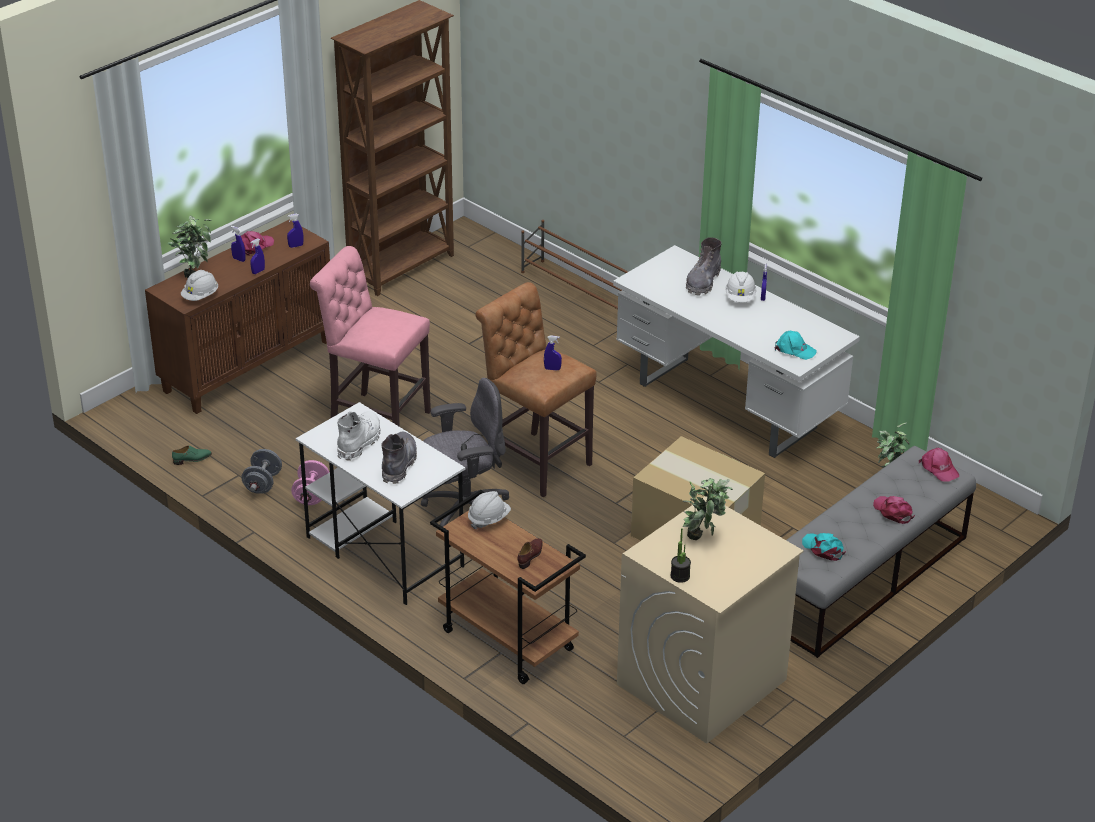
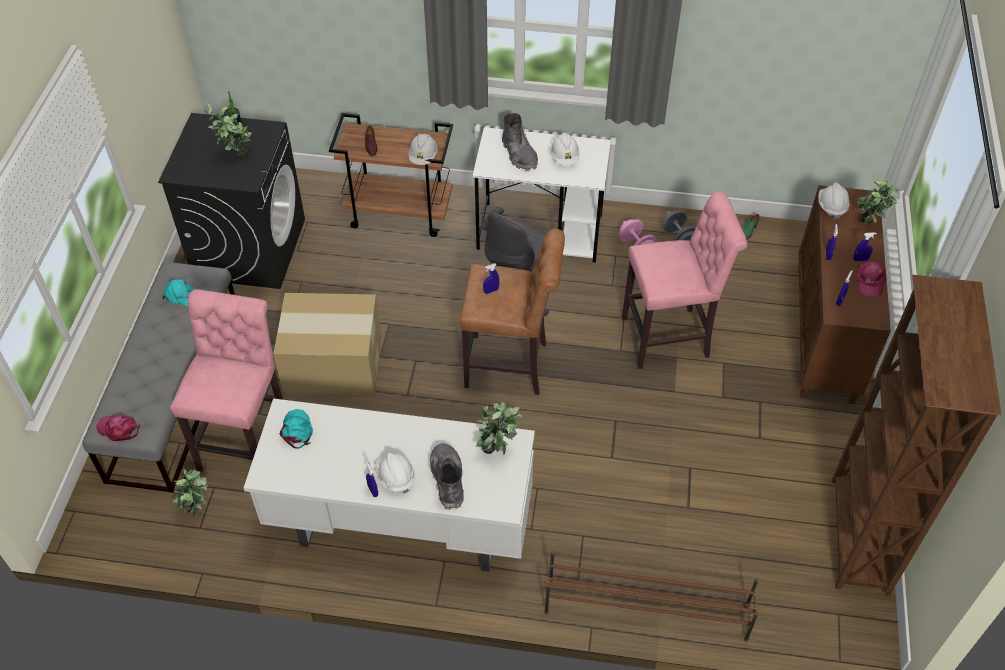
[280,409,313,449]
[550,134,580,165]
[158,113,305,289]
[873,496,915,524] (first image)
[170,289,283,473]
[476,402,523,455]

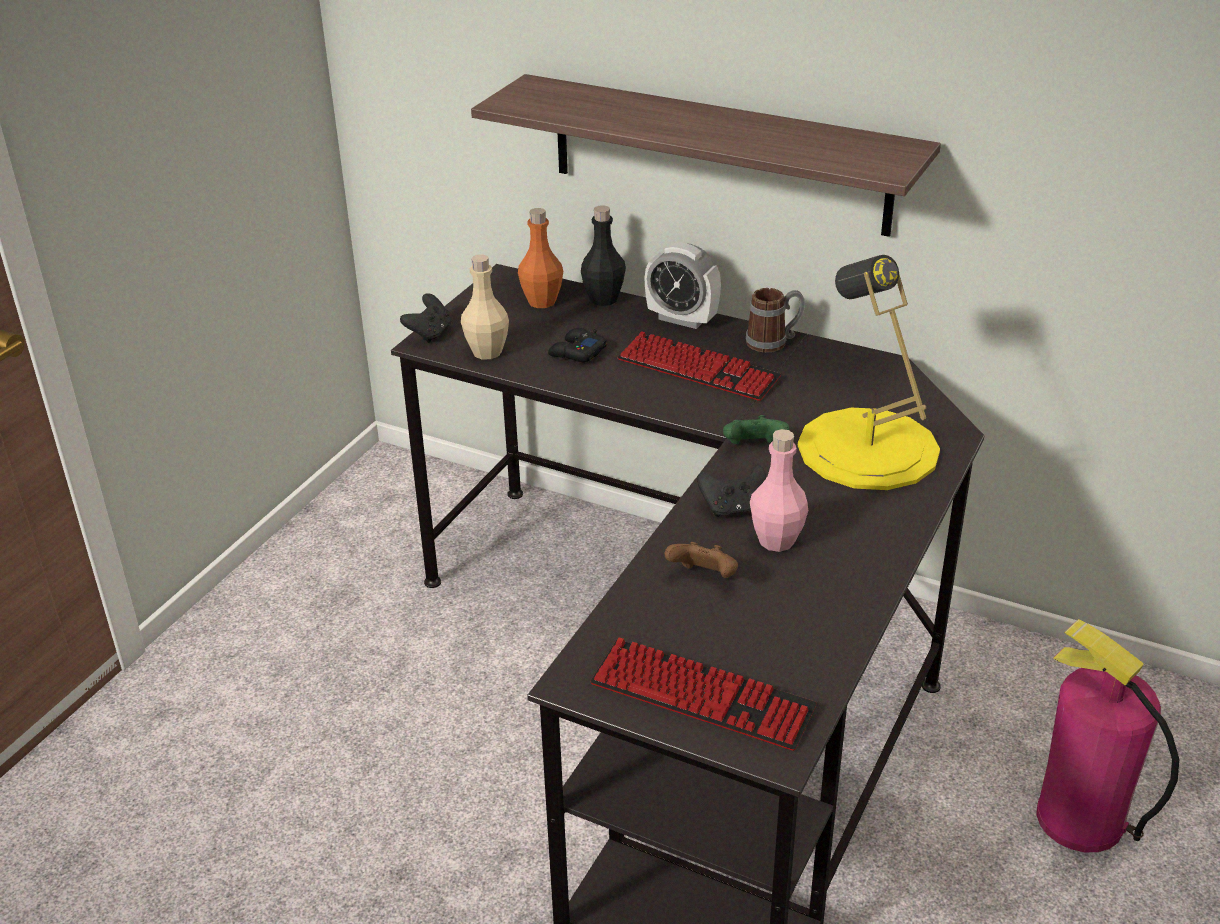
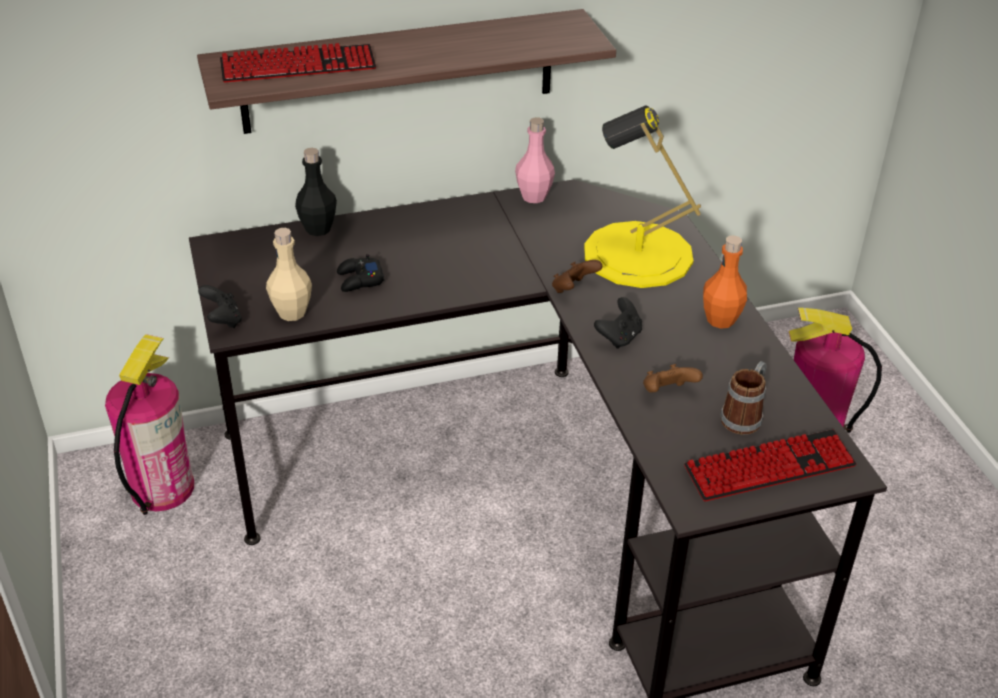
[703,235,747,329]
[645,242,721,329] (first image)
[720,361,767,434]
[220,43,376,83]
[552,260,602,293]
[515,117,555,203]
[105,334,194,515]

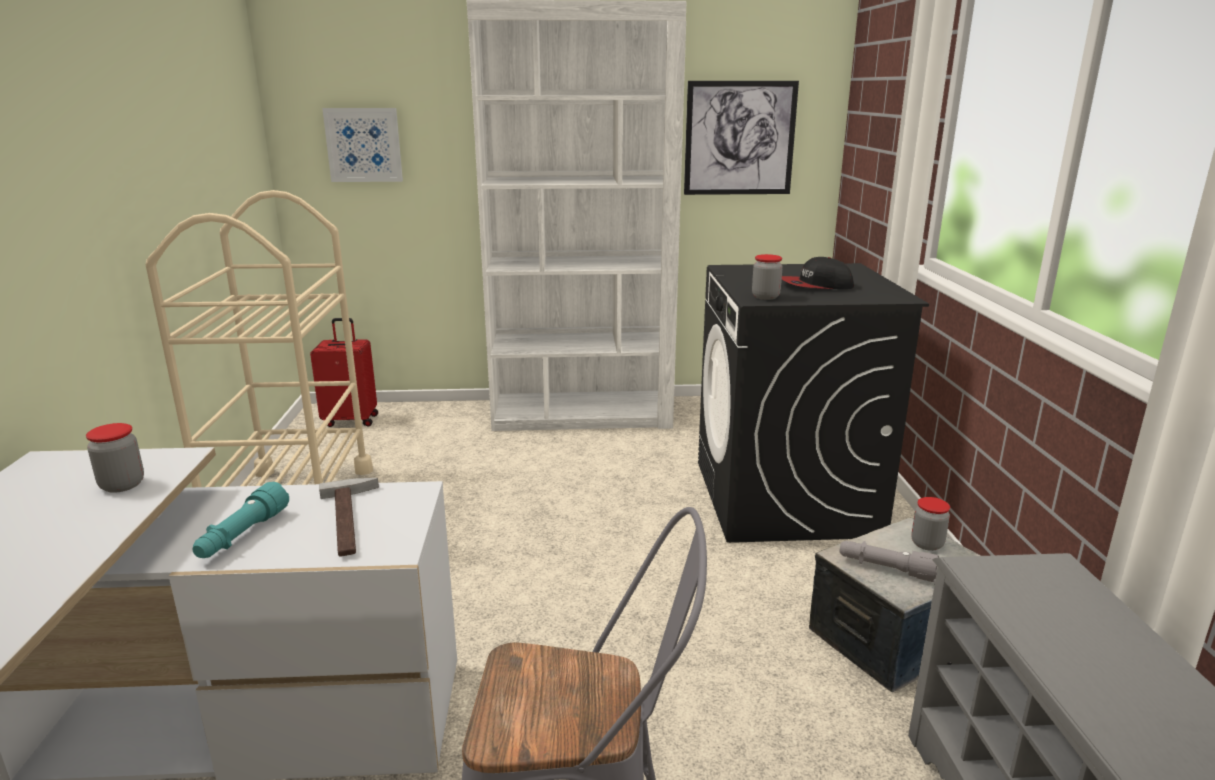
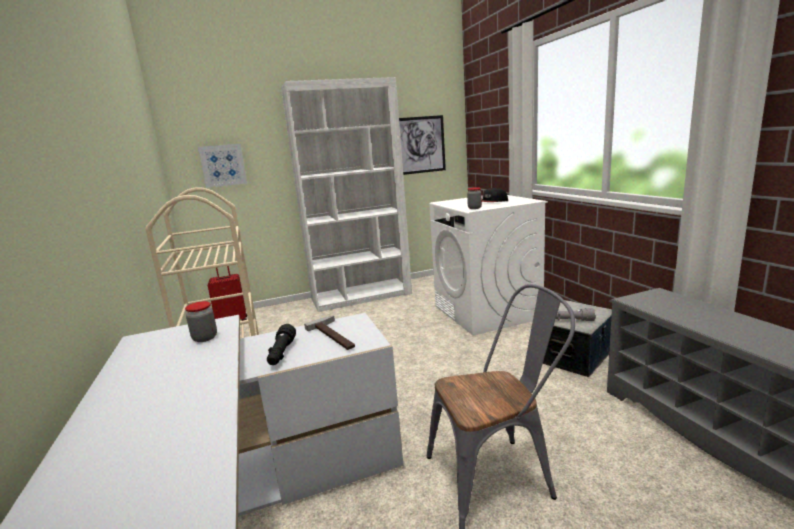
[429,195,548,336]
[267,324,296,365]
[911,497,950,551] (first image)

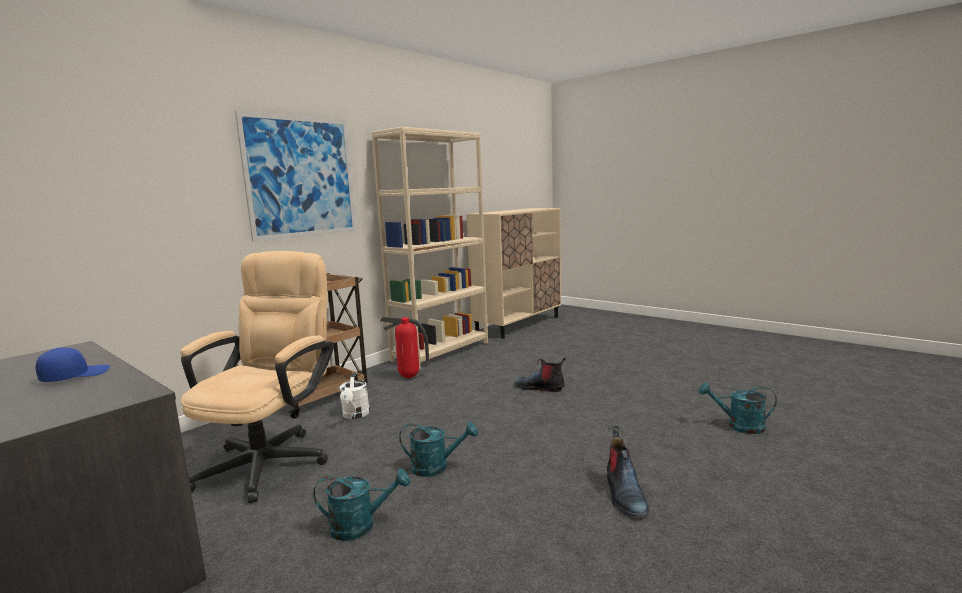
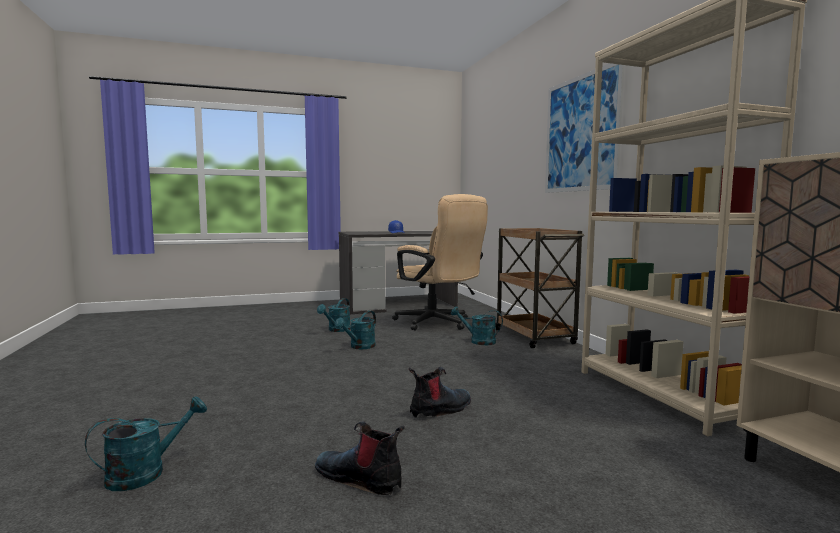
[380,317,430,378] (first image)
[451,307,503,345]
[315,421,405,495]

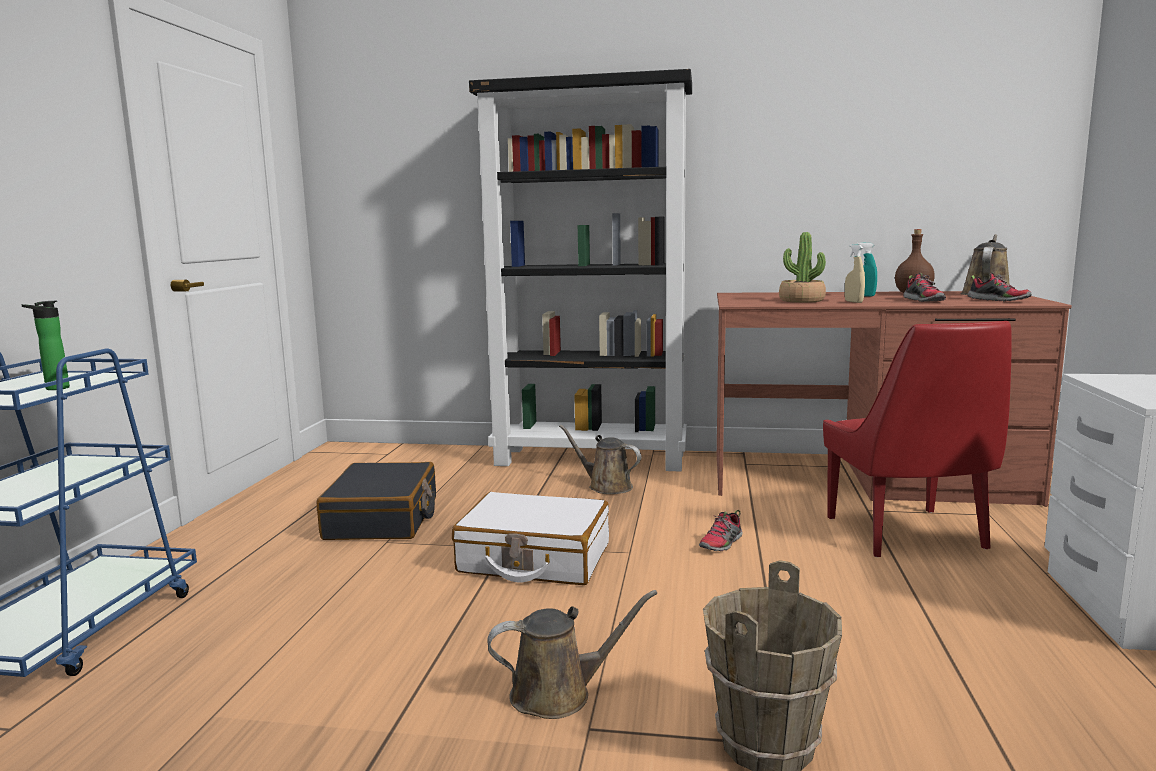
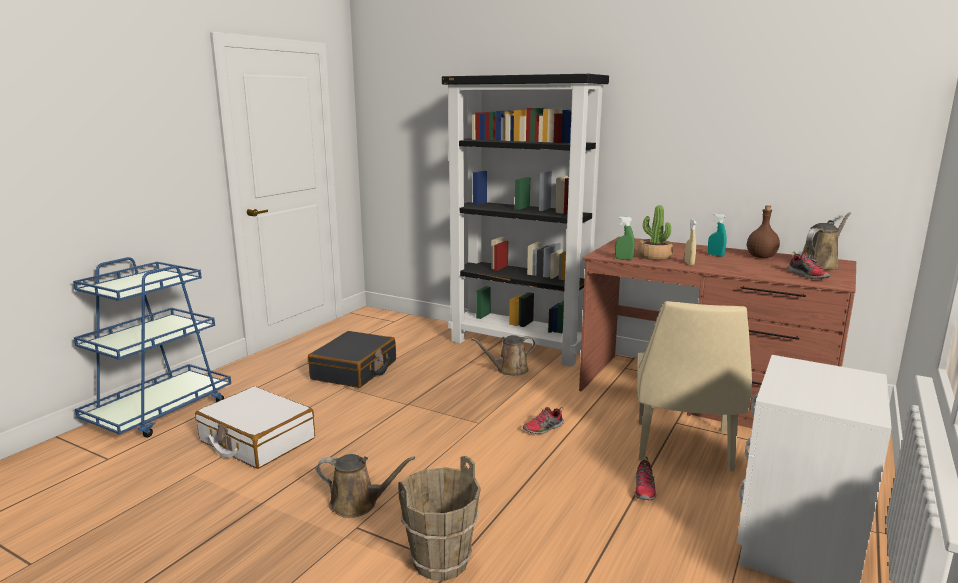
[635,457,656,500]
[21,301,70,390] (first image)
[637,301,752,472]
[471,335,536,375]
[195,386,315,469]
[615,216,635,260]

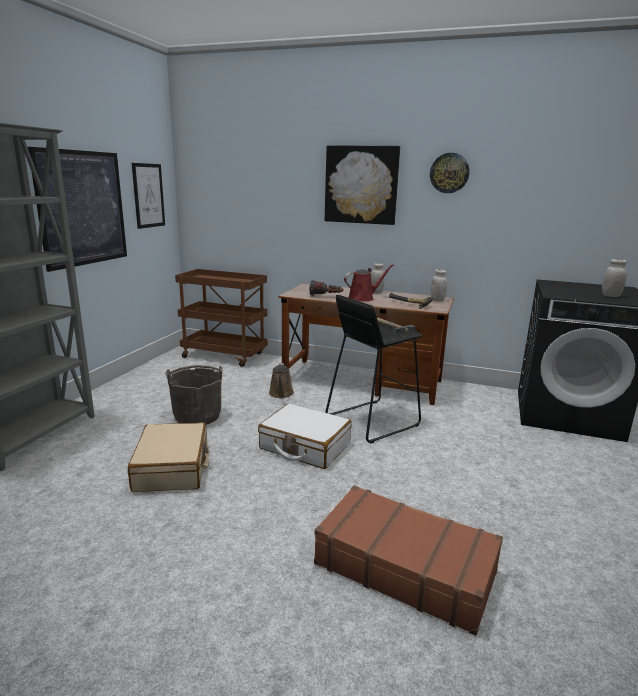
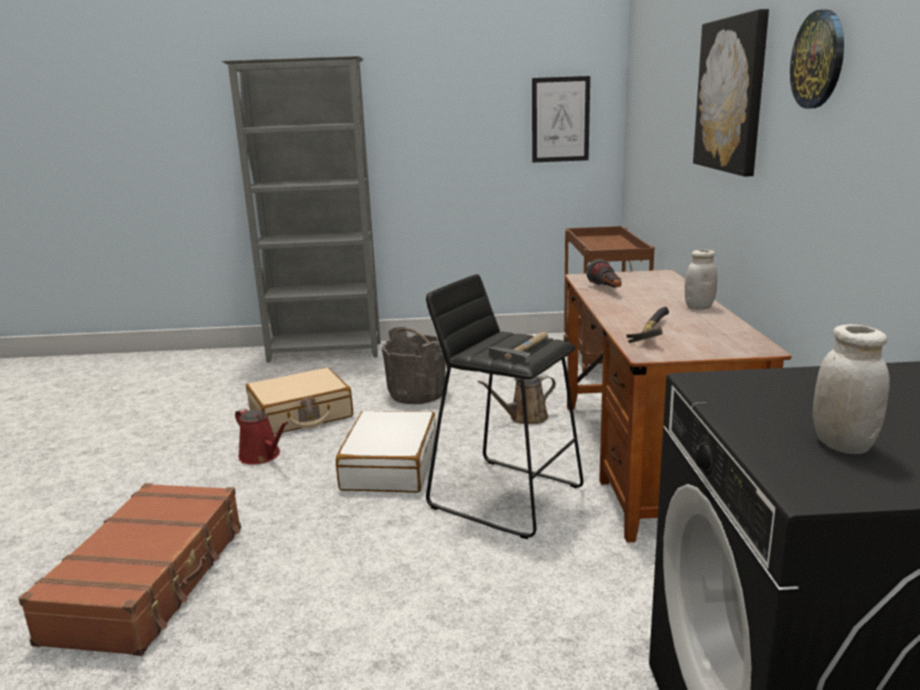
[28,147,127,272] (first image)
[235,408,289,465]
[430,269,447,302] (first image)

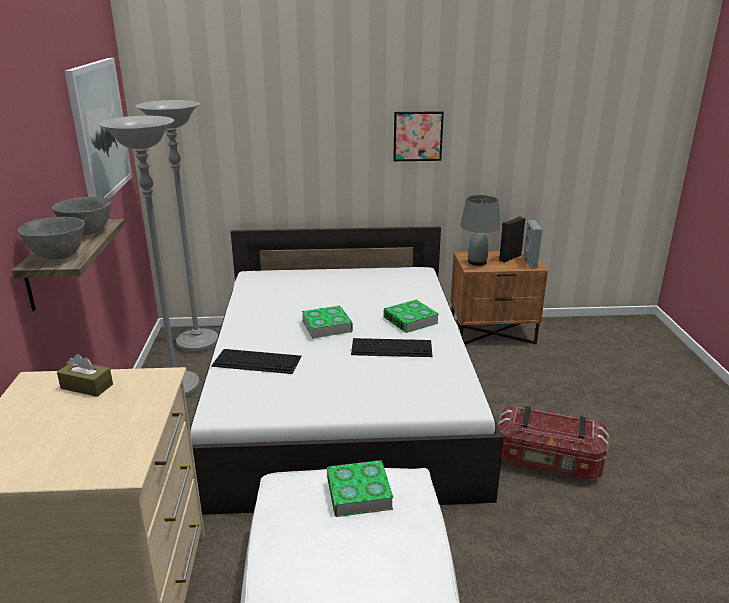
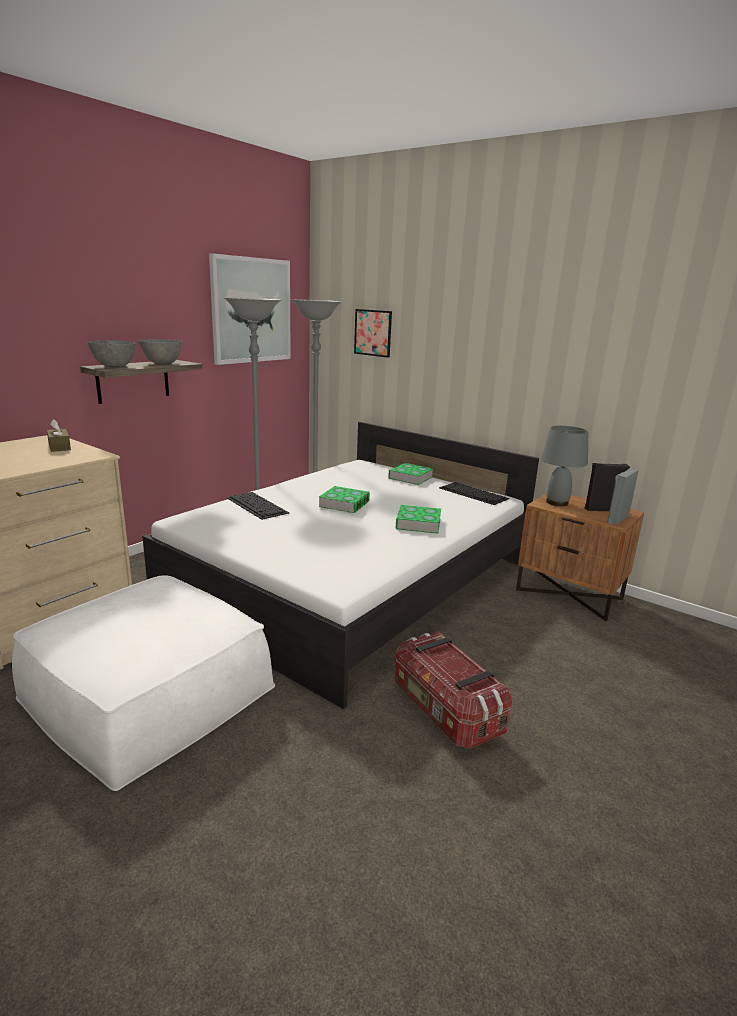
[354,309,392,358]
[439,482,509,505]
[388,463,433,485]

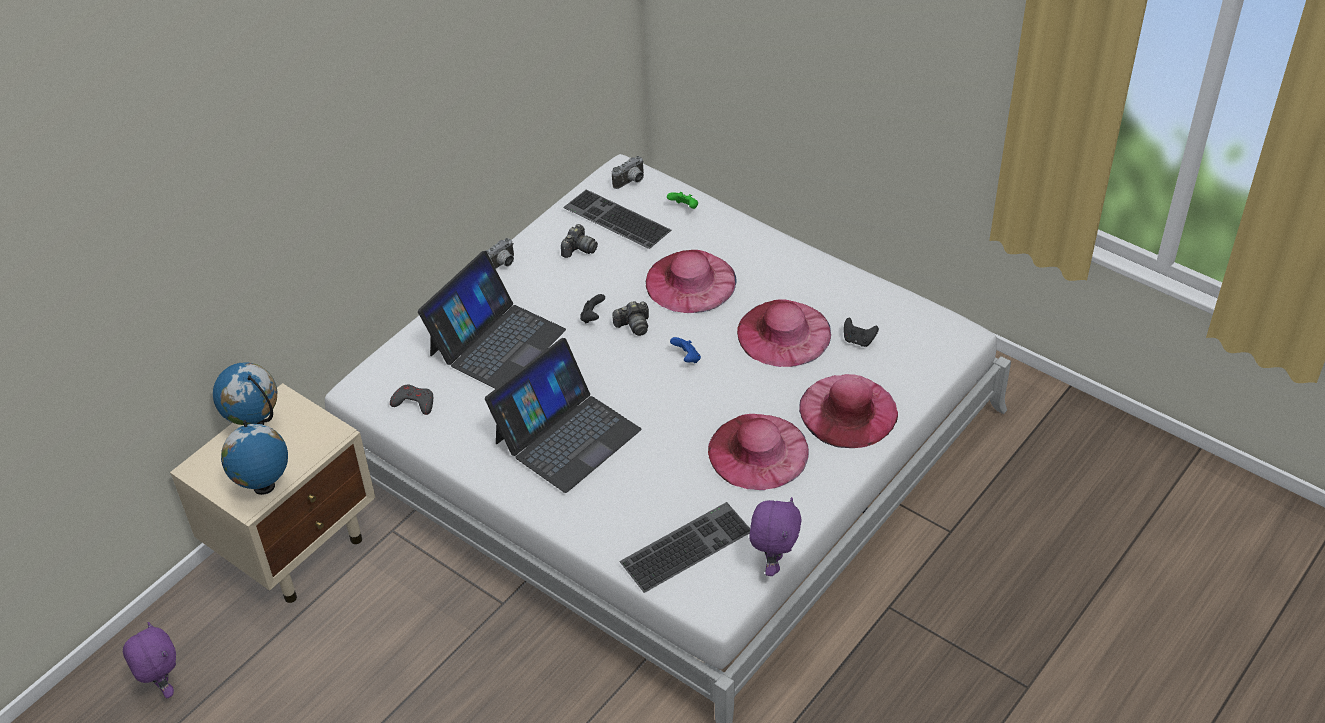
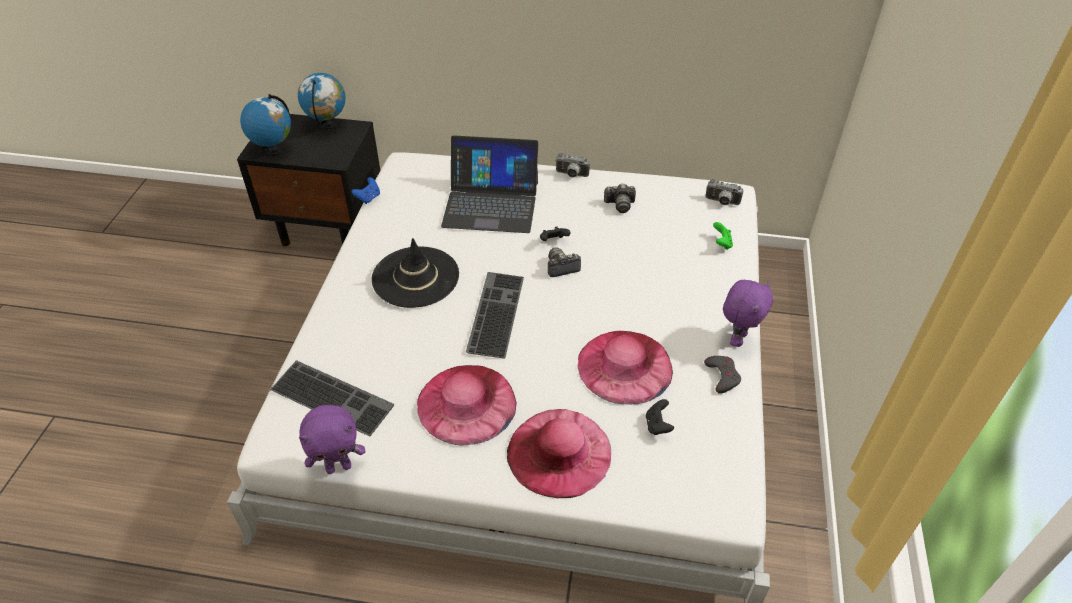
[466,272,524,359]
[646,250,737,313] (first image)
[548,247,581,277]
[352,177,380,204]
[372,238,459,308]
[237,114,380,246]
[704,356,741,394]
[723,280,773,347]

